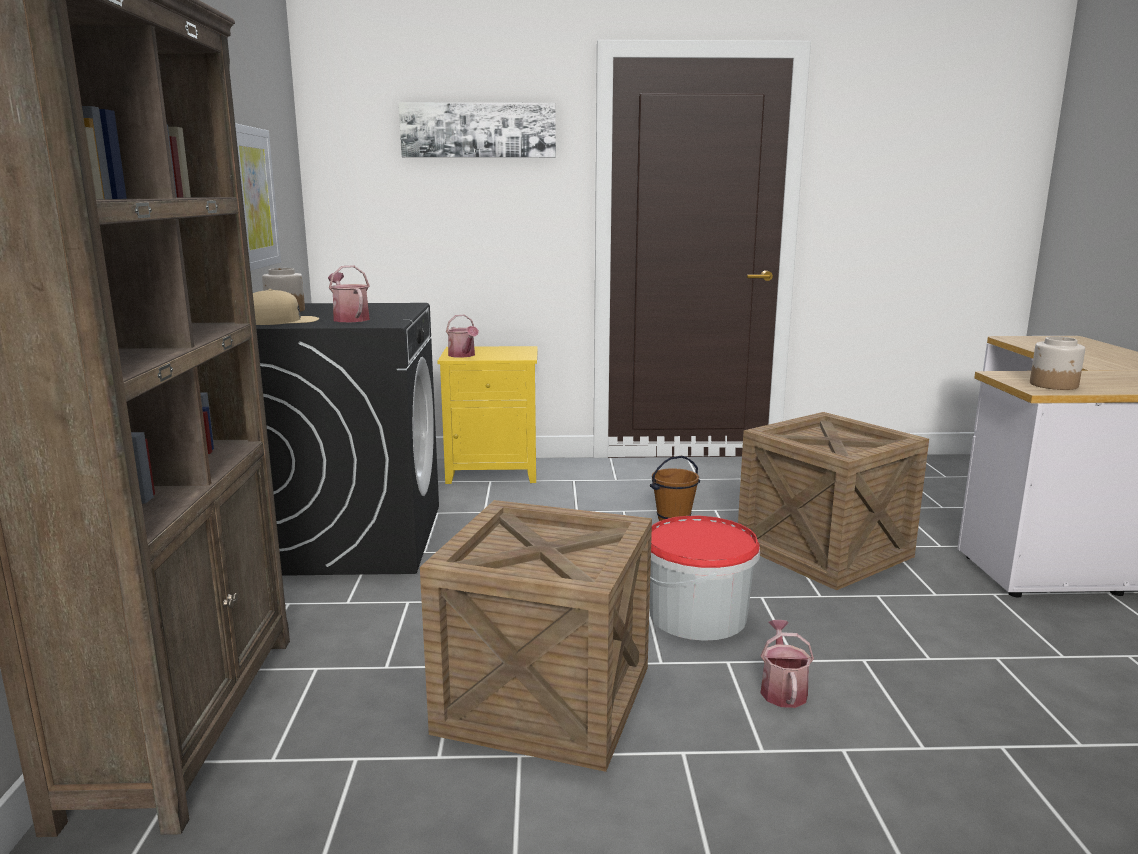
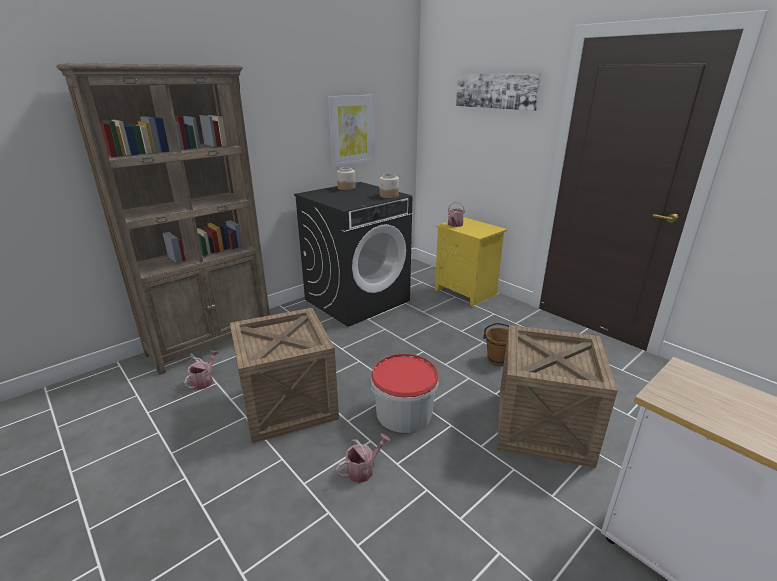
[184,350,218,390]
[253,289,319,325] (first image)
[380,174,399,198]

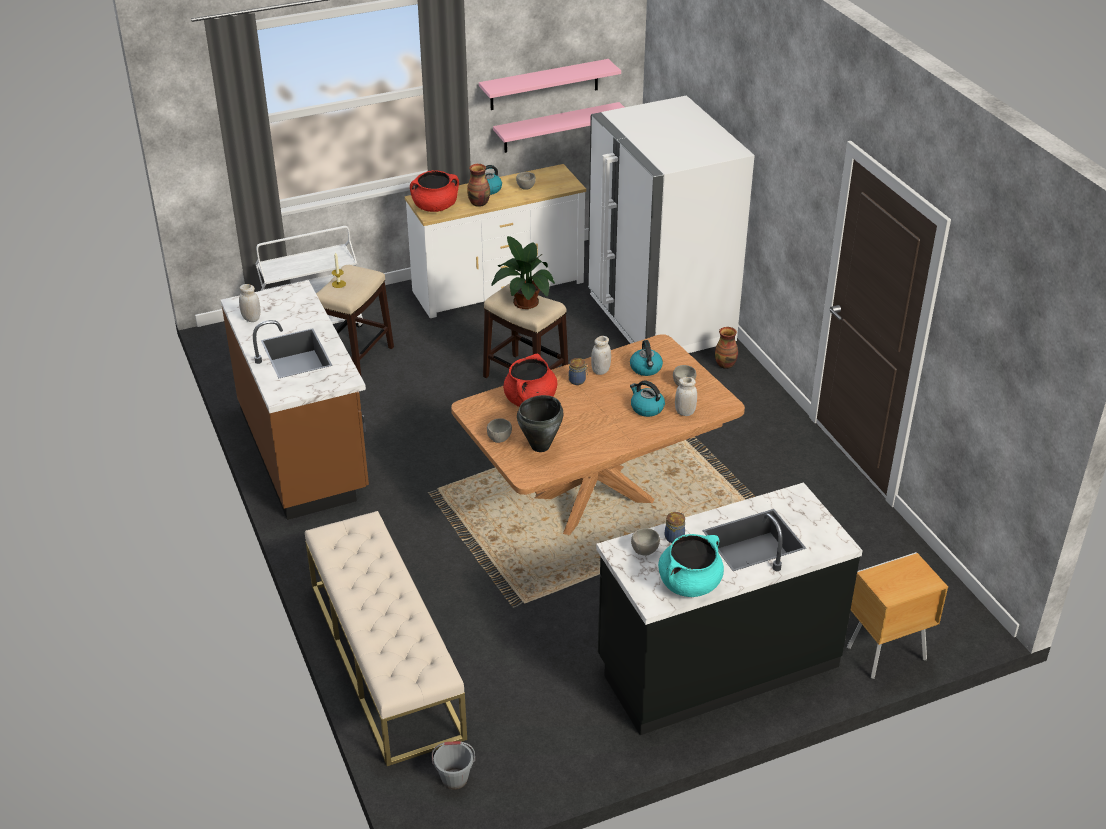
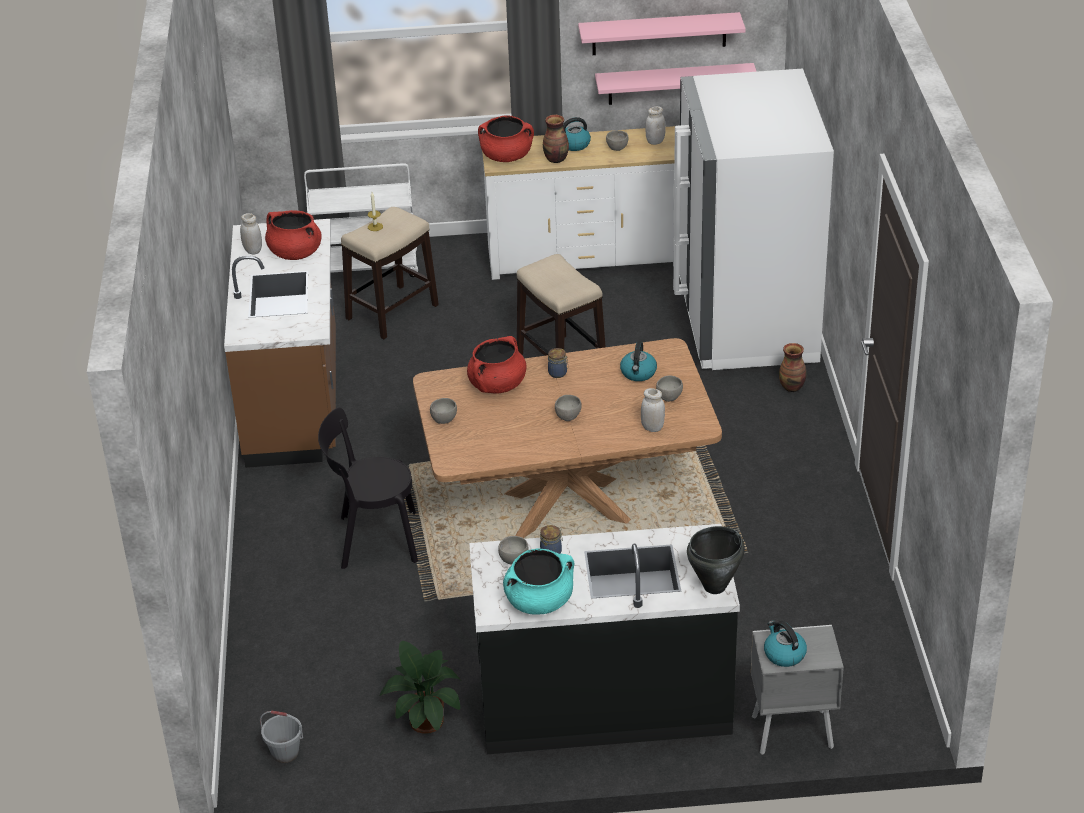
[379,641,461,734]
[645,106,666,145]
[764,621,807,667]
[687,526,745,594]
[305,511,467,766] (first image)
[751,625,844,755]
[265,210,322,260]
[555,395,582,421]
[318,408,418,569]

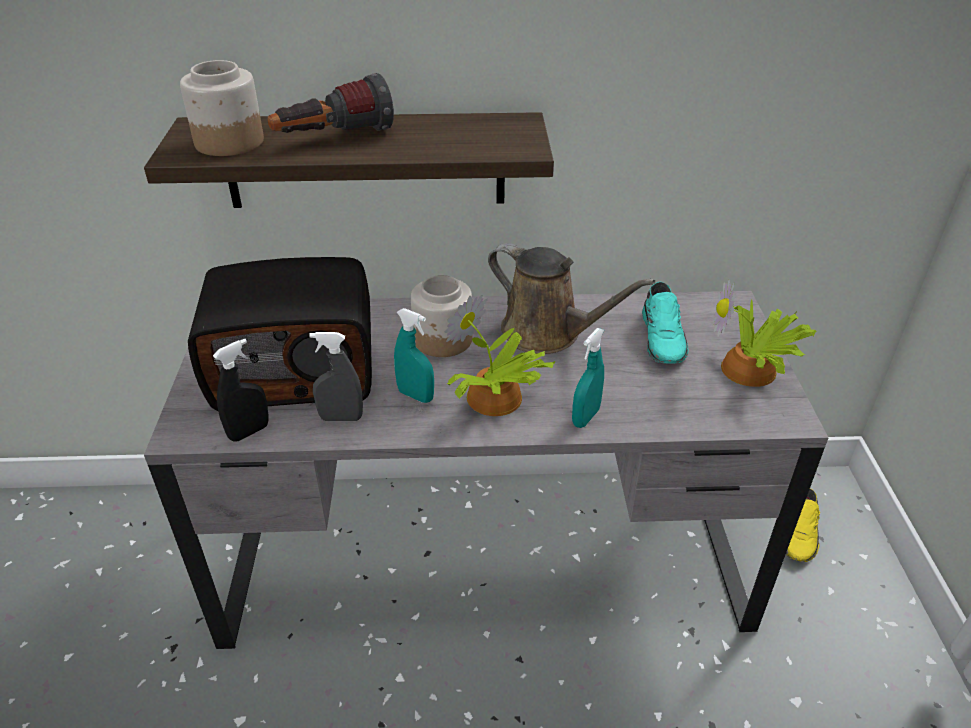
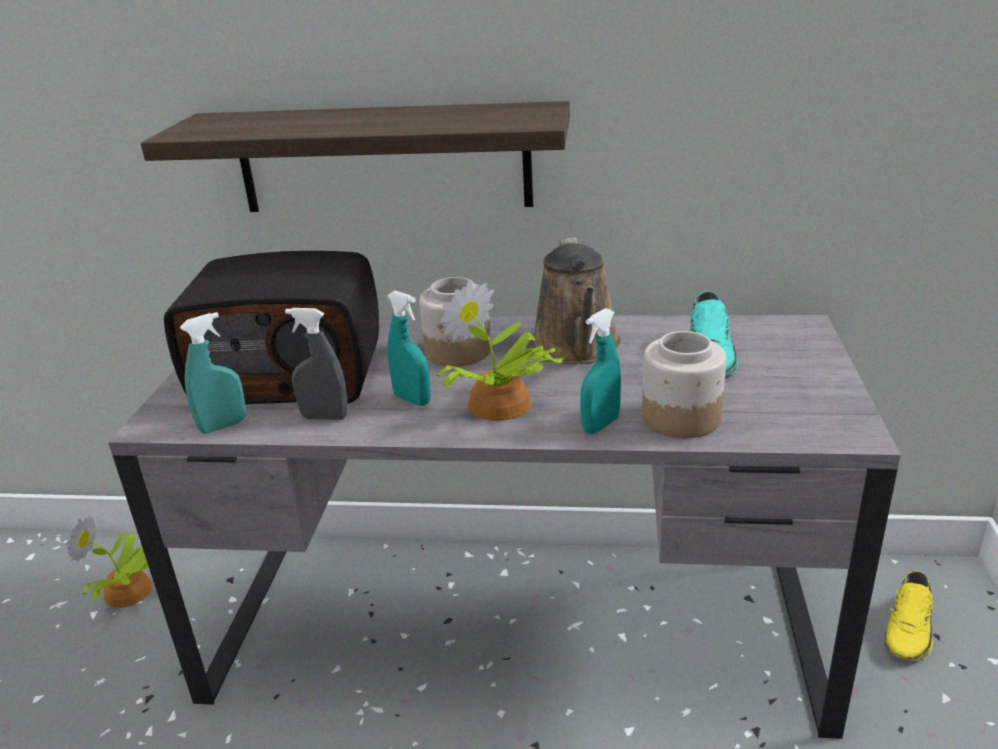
[642,331,726,438]
[267,73,394,133] (first image)
[531,237,620,364]
[66,515,152,608]
[180,312,246,434]

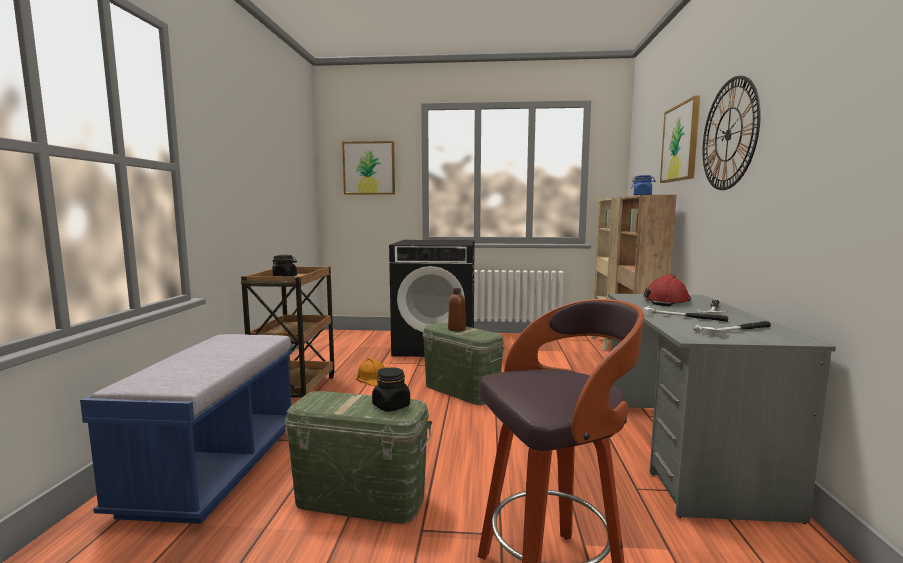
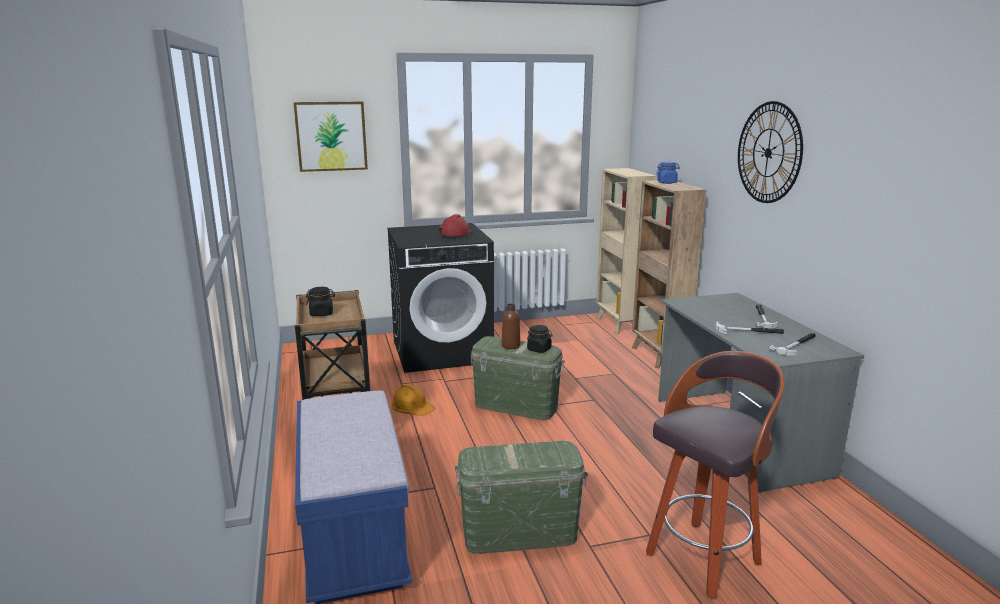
[660,95,700,183] (first image)
[438,214,471,239]
[527,325,553,353]

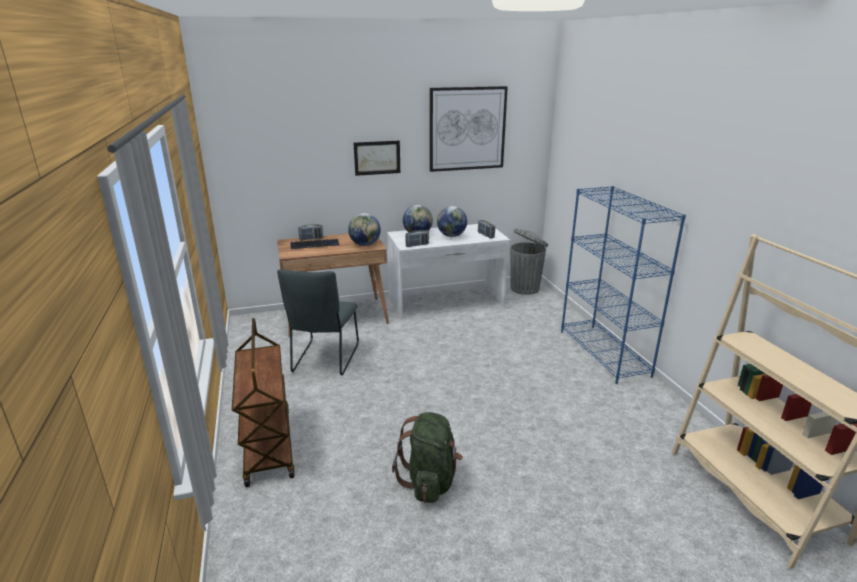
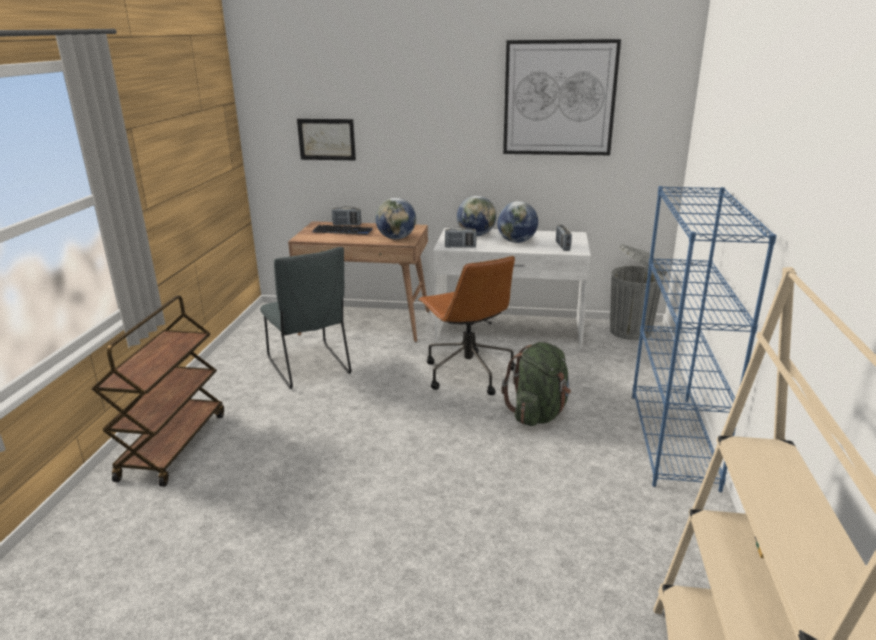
[297,119,356,160]
[260,247,351,389]
[501,342,571,426]
[418,256,516,395]

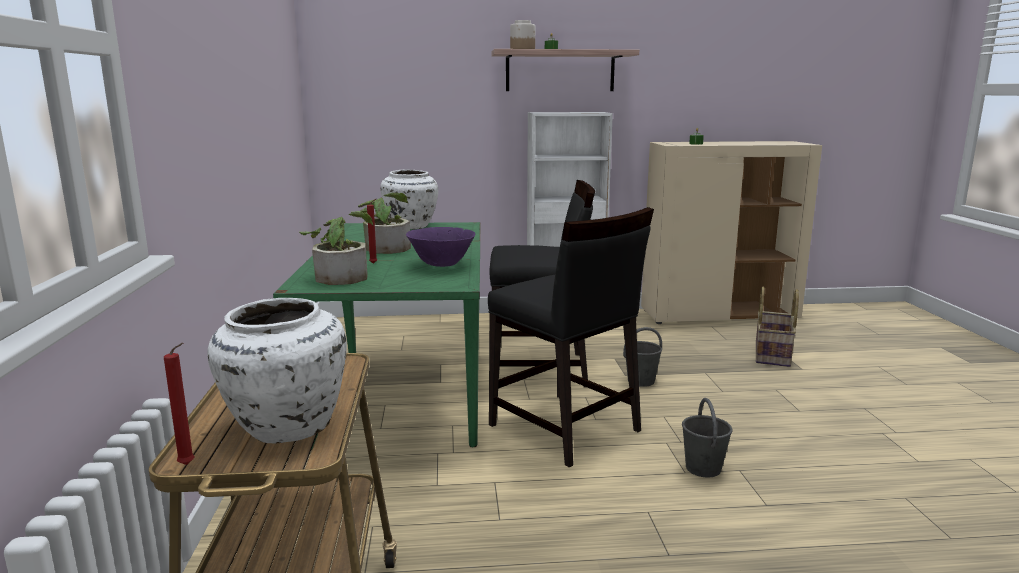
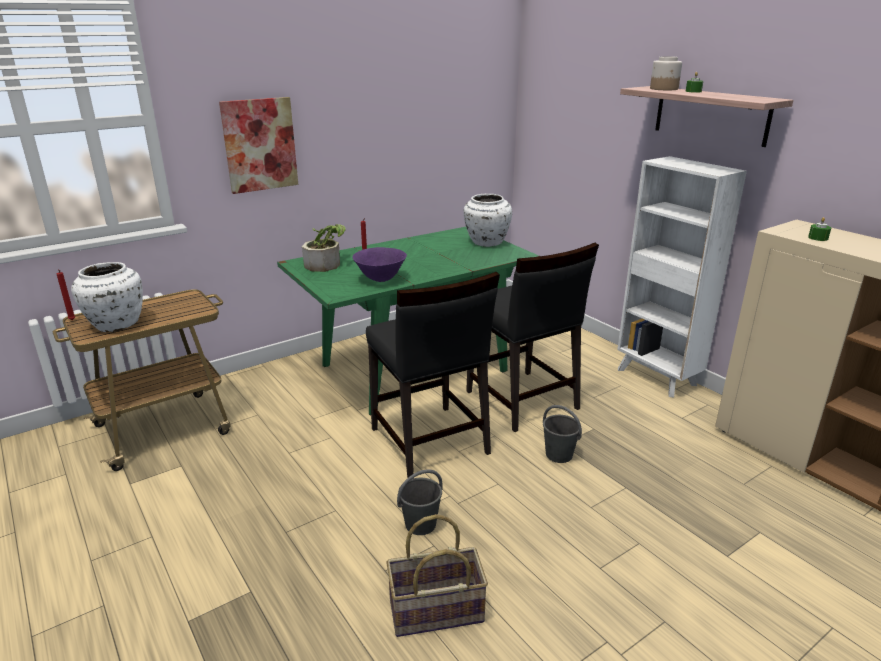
[351,193,411,254] (first image)
[366,272,500,478]
[386,514,488,637]
[219,97,298,194]

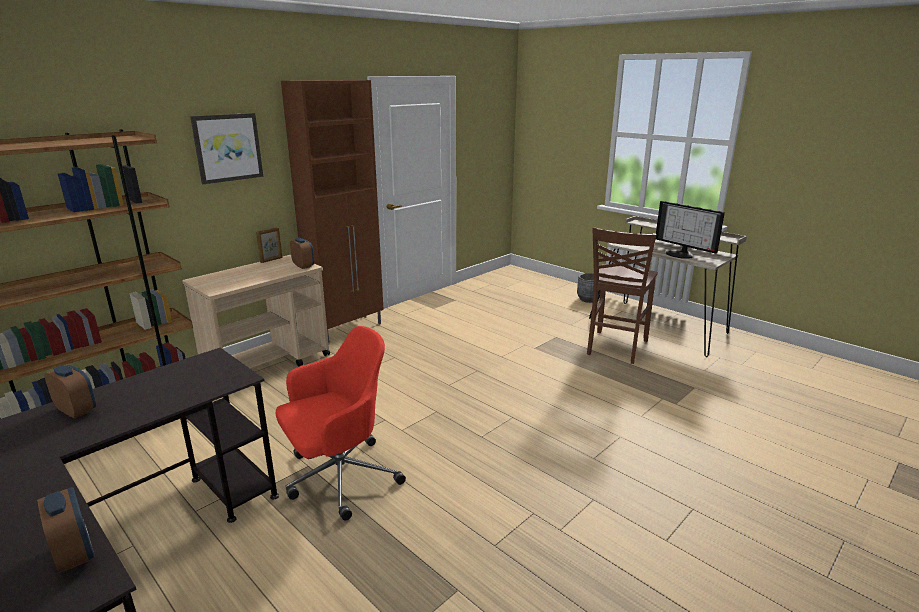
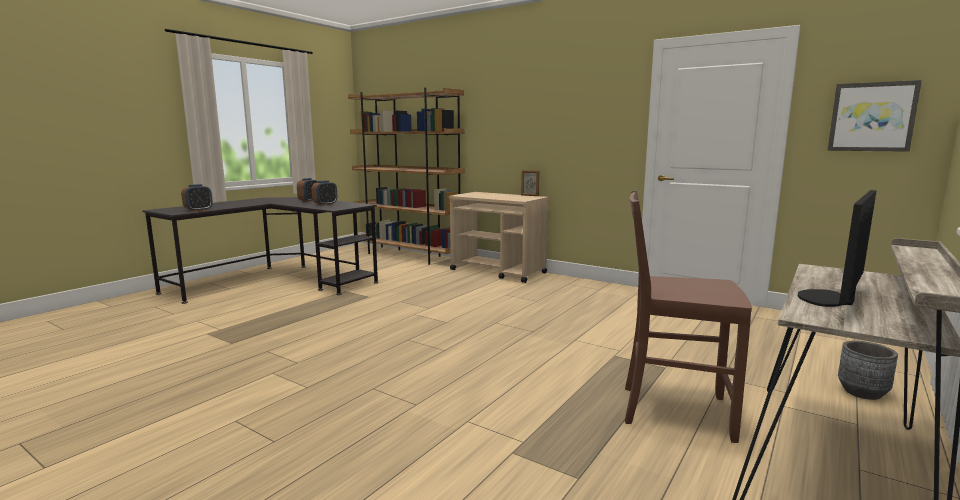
[281,80,384,343] (first image)
[828,80,922,152]
[312,180,337,206]
[276,326,406,521] (first image)

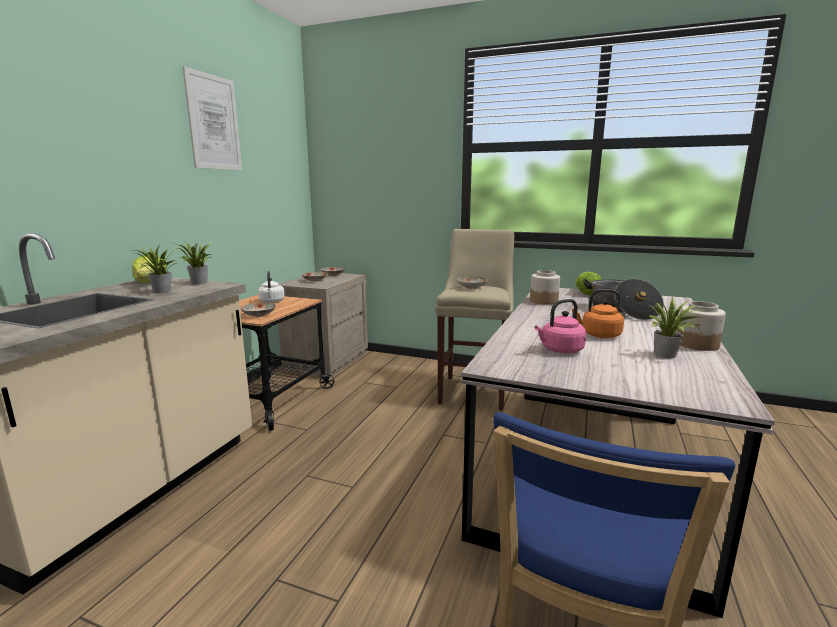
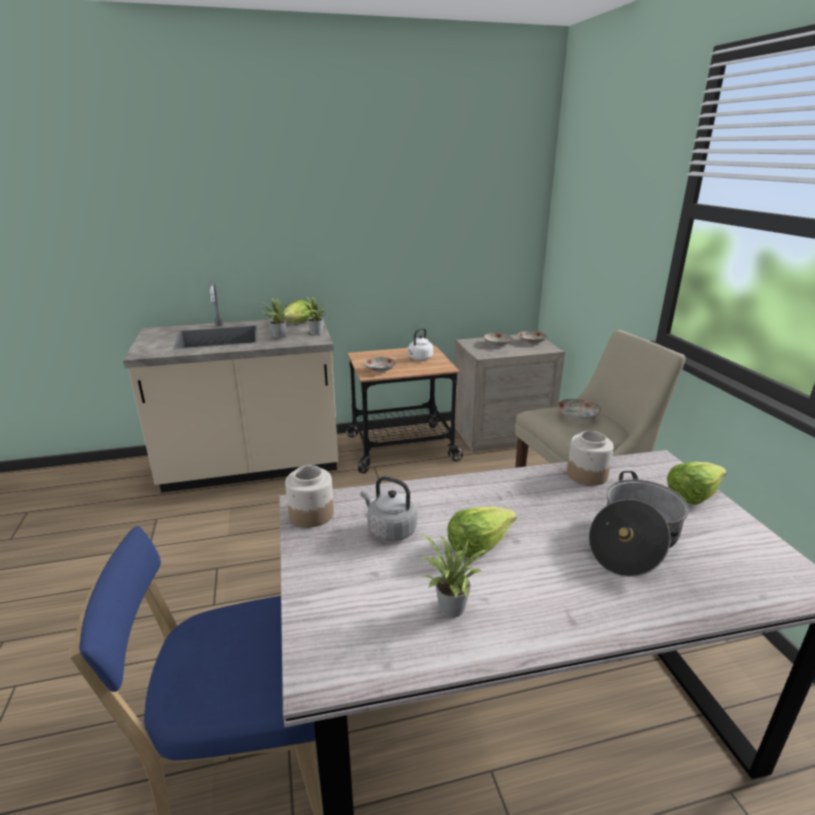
[182,66,242,170] (first image)
[447,506,517,558]
[361,476,417,541]
[285,465,334,528]

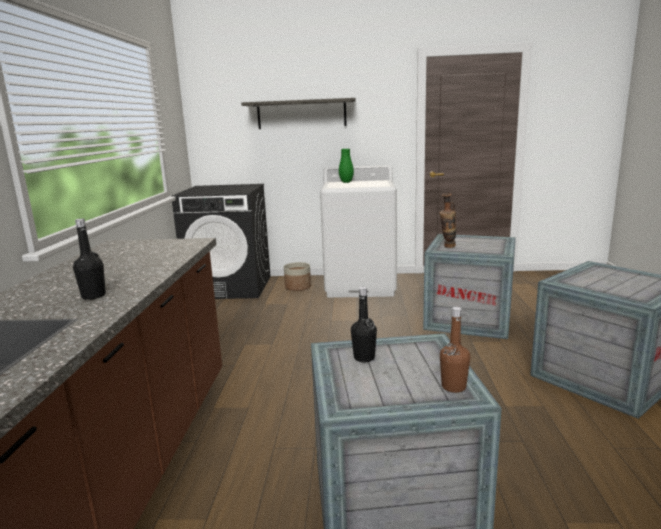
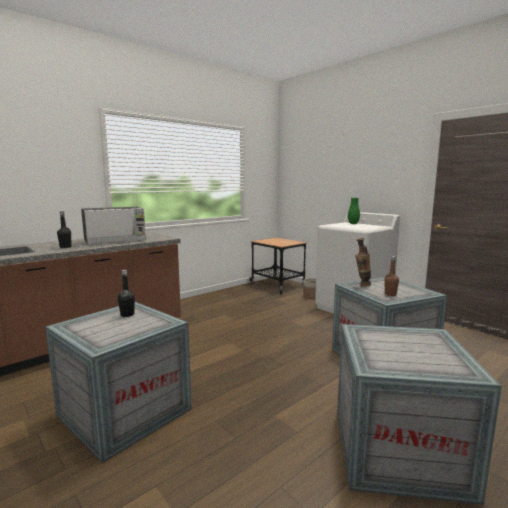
[241,98,356,129] (first image)
[247,238,307,294]
[385,256,399,296]
[81,207,146,244]

